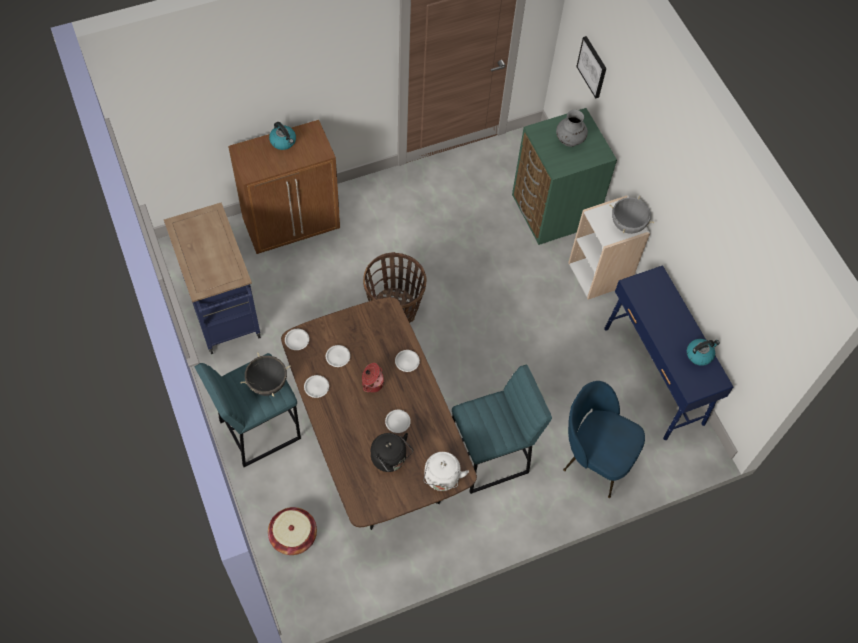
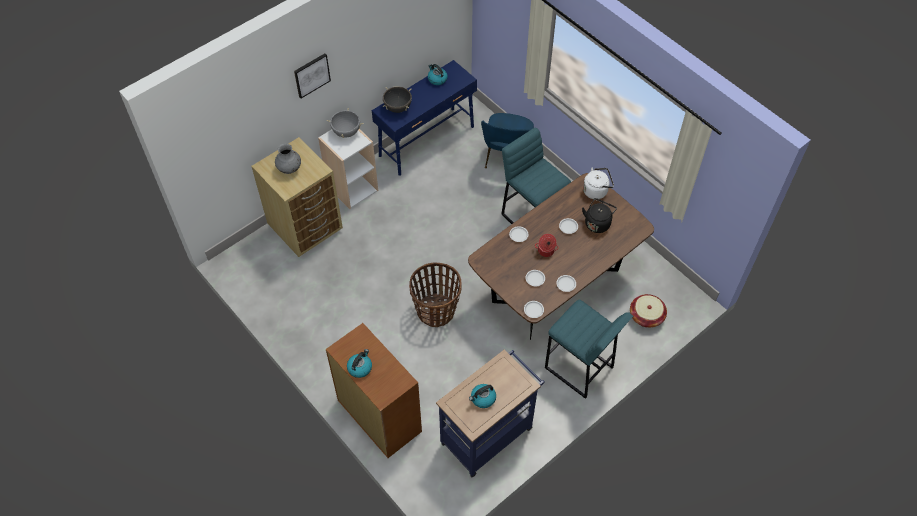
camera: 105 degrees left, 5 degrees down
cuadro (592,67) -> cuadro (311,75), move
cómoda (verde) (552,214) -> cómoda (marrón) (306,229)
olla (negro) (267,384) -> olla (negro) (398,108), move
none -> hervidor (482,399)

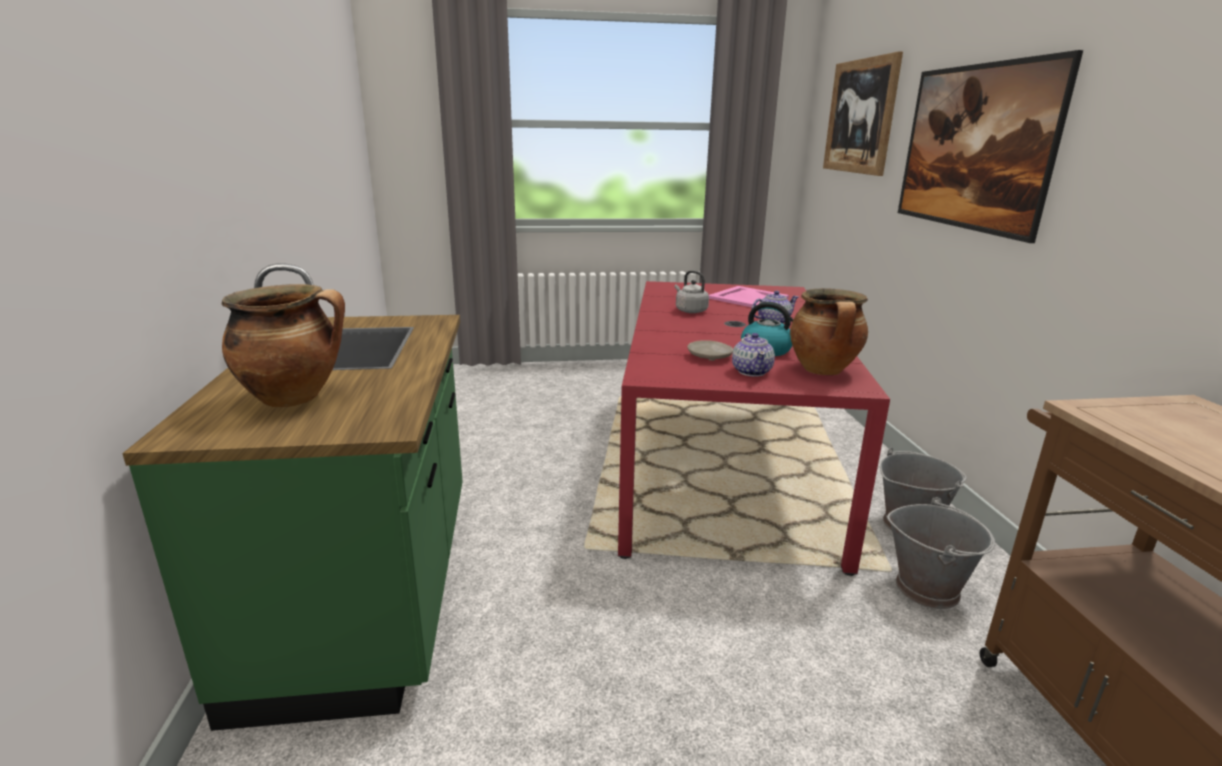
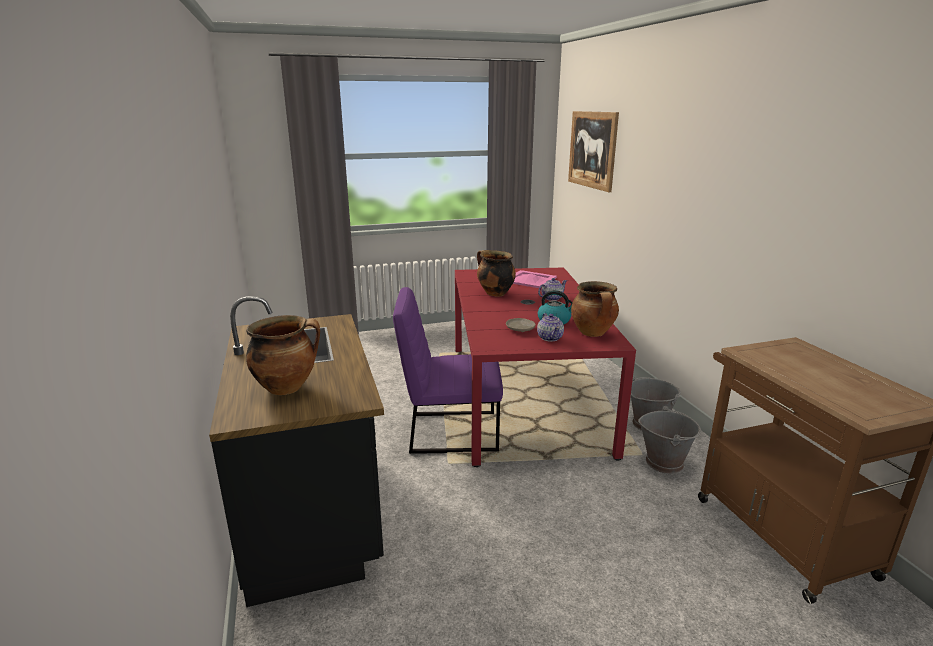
camera: 10 degrees left, 0 degrees up
cuadro (965,187) -> none
mueble bajo de cocina (verde) (371,590) -> mueble bajo de cocina (negro) (314,509)
hervidor (gris) (690,310) -> olla (494,293)
none -> silla (morado) (450,432)

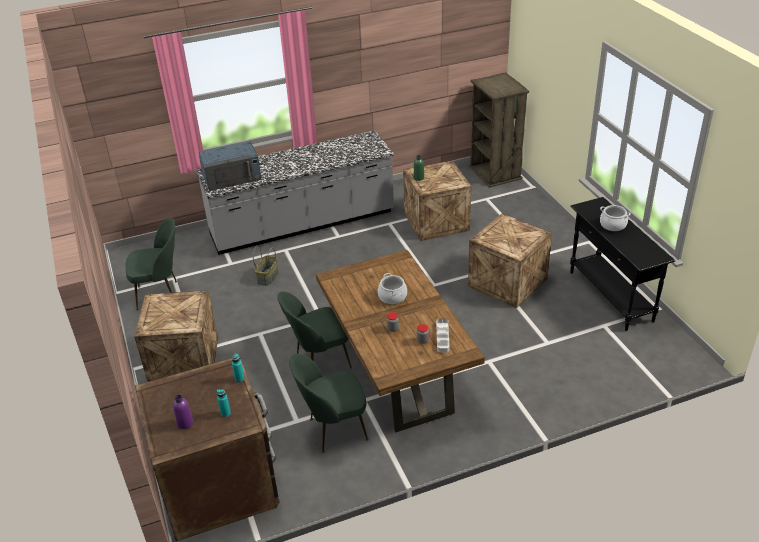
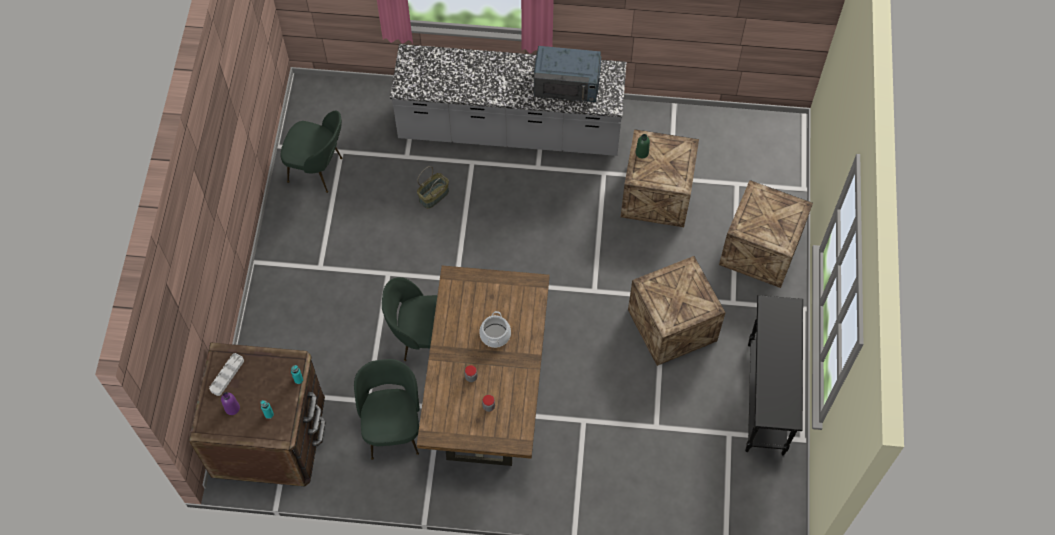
camera: 25 degrees right, 25 degrees up
estantería (marrón) (495,172) -> none
microondas (azul) (232,177) -> microondas (azul) (567,83), move
olla (613,225) -> none
caja de embalaje (185,360) -> caja de embalaje (761,251), move
bandeja (gris) (442,337) -> bandeja (gris) (227,375), move
silla (verde) (333,431) -> silla (verde) (393,429), 75 degrees clockwise

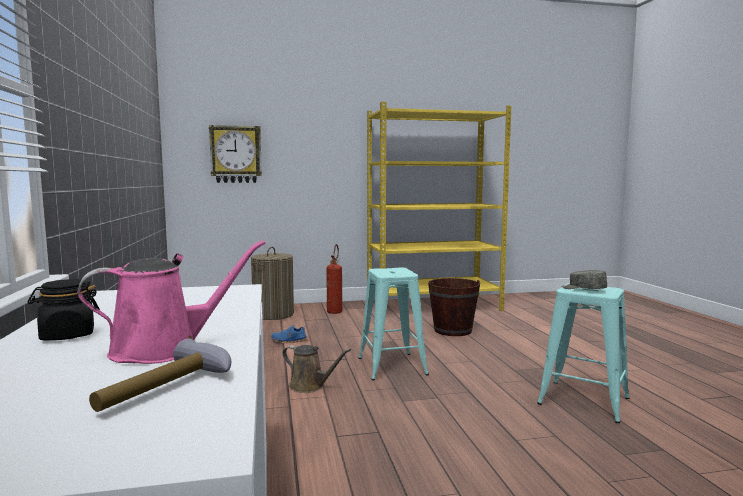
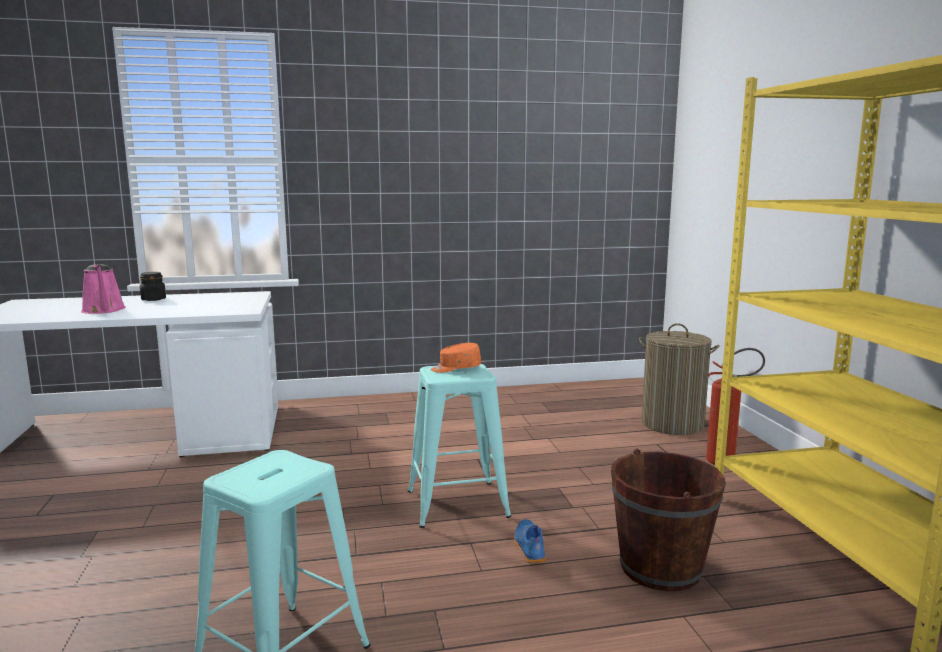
camera: 90 degrees right, 5 degrees up
reloj de pared (236,154) -> none
gorra (gris) (583,289) -> none
zapato (azul) (289,341) -> zapato (azul) (528,548), move
martillo (168,389) -> none
regadera (marrón) (310,386) -> none
none -> gorra (naranja) (456,368)

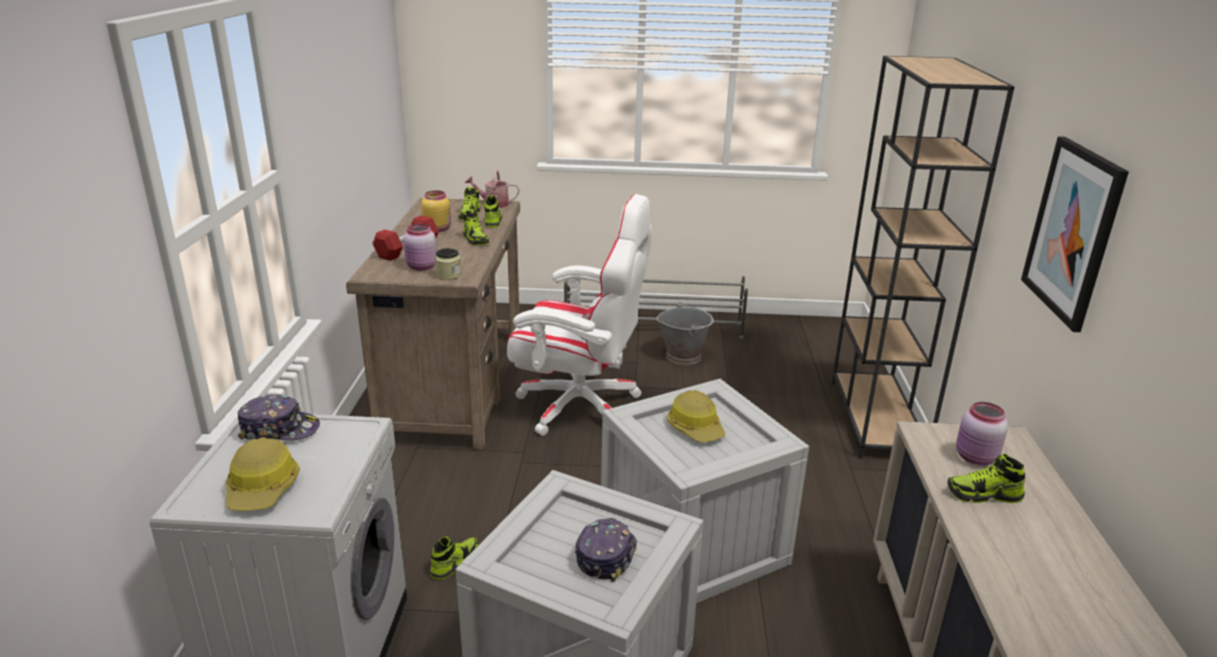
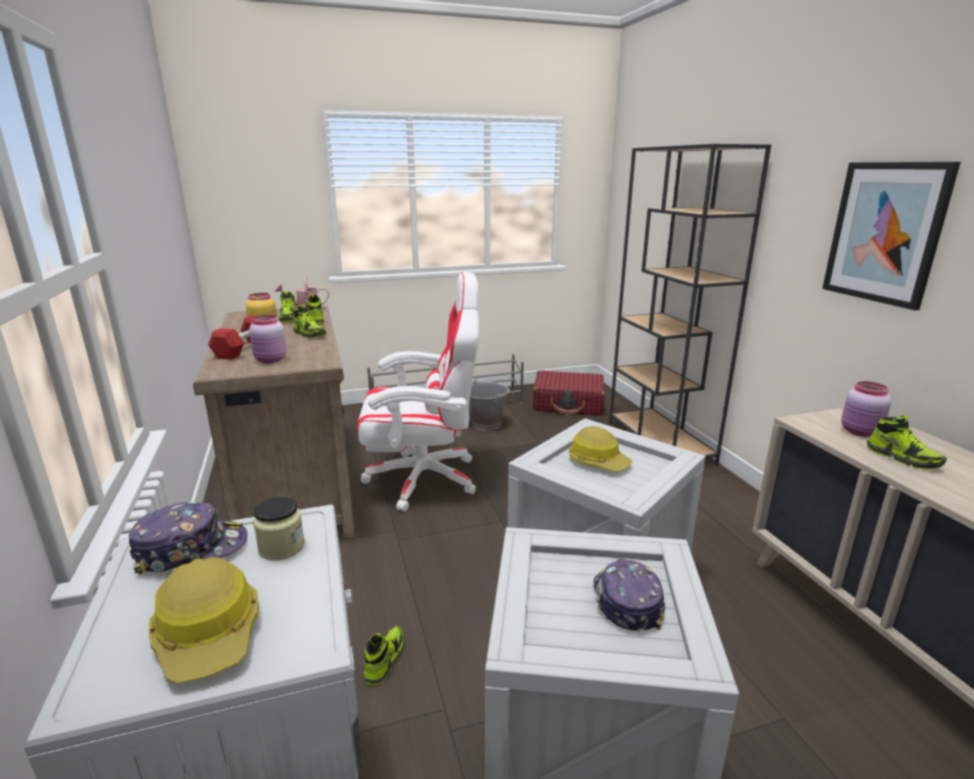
camera: 20 degrees left, 5 degrees down
tarro (448,275) -> tarro (281,547), move
zapato (983,495) -> zapato (902,458), 105 degrees counterclockwise
none -> maleta (rojo) (568,404)

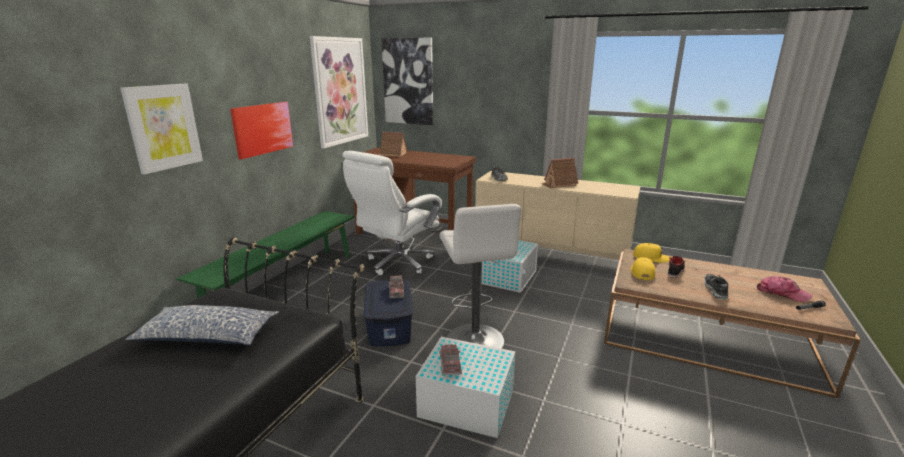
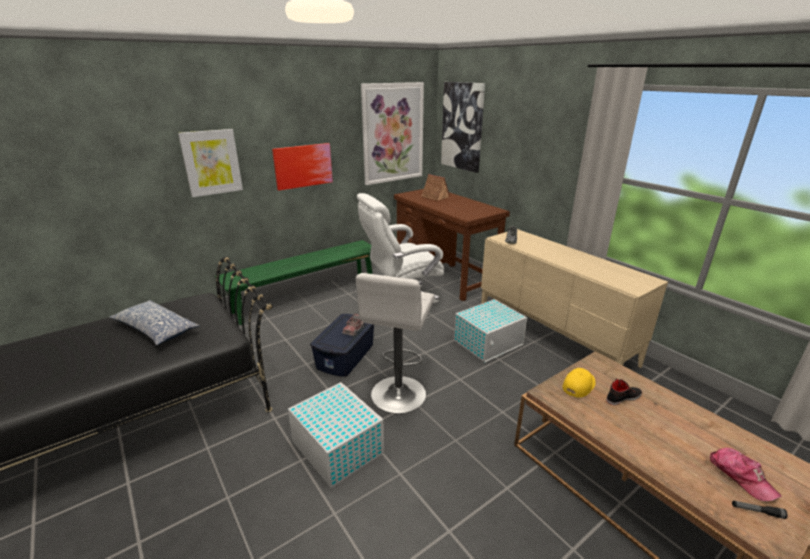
camera: 30 degrees right, 5 degrees up
casita (559,184) -> none
gorra (amarillo) (651,257) -> none
zapato (715,290) -> none
camión de juguete (450,365) -> none

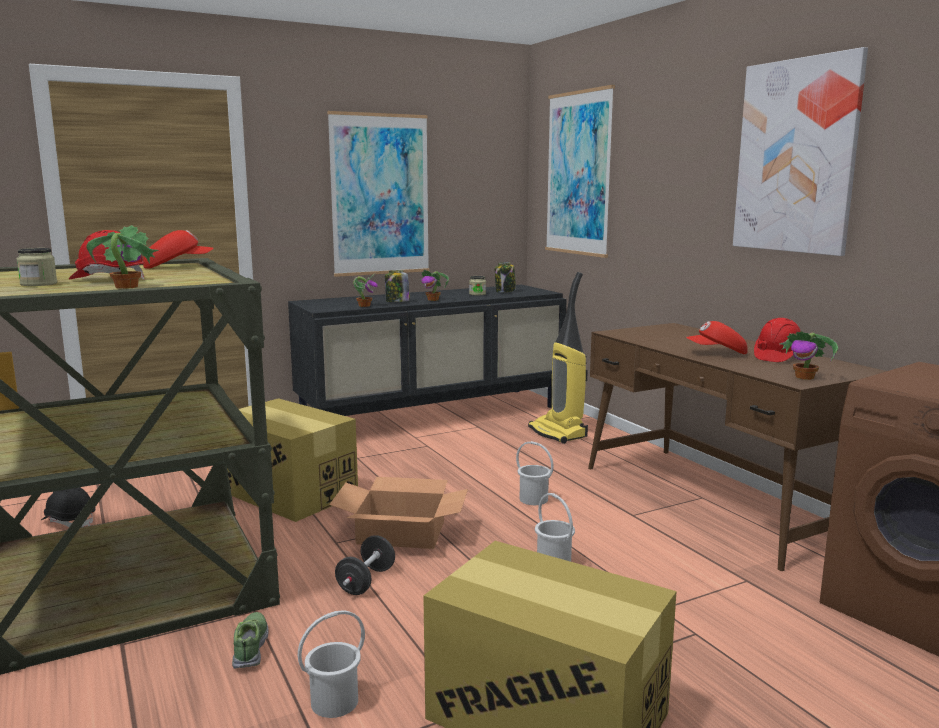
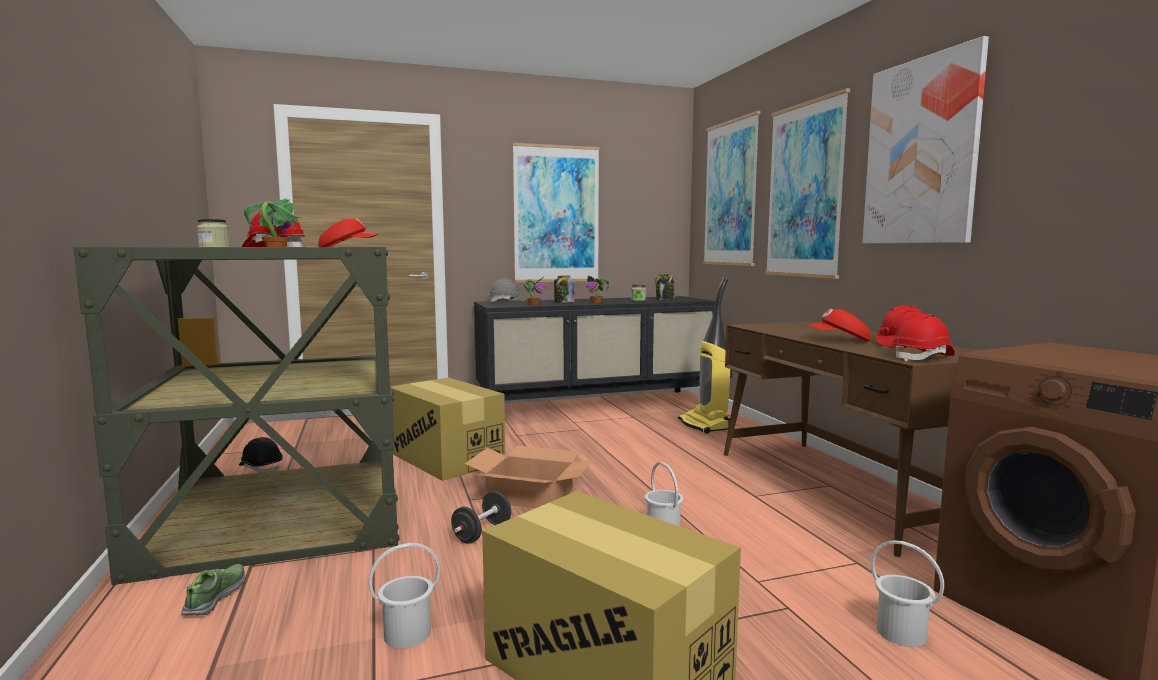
camera: 10 degrees right, 5 degrees down
planta en maceta (805,377) -> casco (rojo) (922,357)
cubo (blanco) (533,499) -> cubo (blanco) (901,632), move
zapato (251,647) -> zapato (216,597), move
none -> cuadro (805,190)
none -> casco (gris) (506,302)

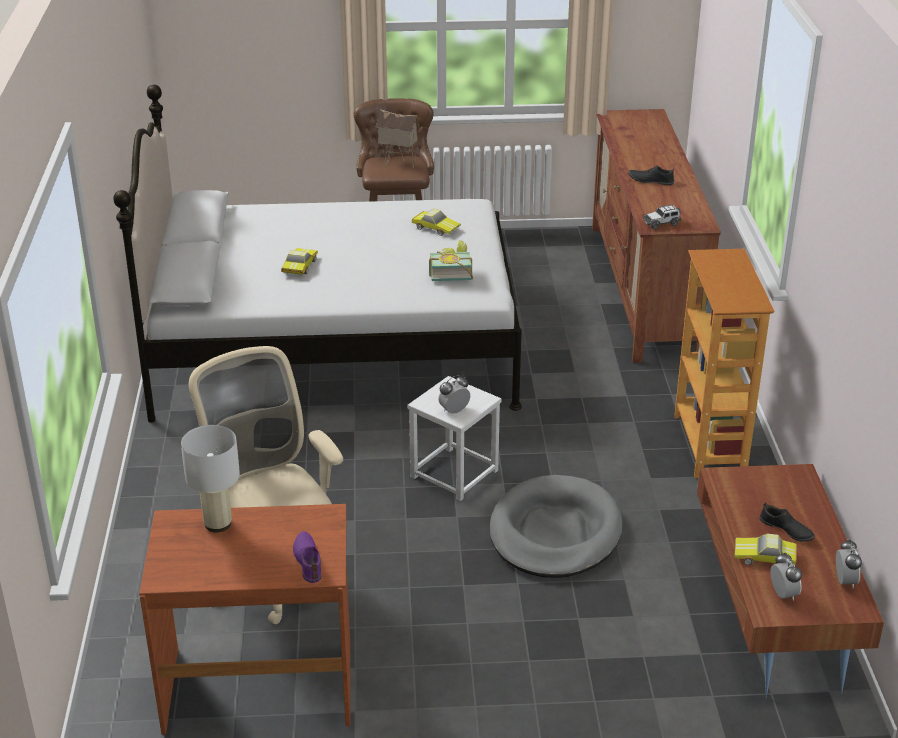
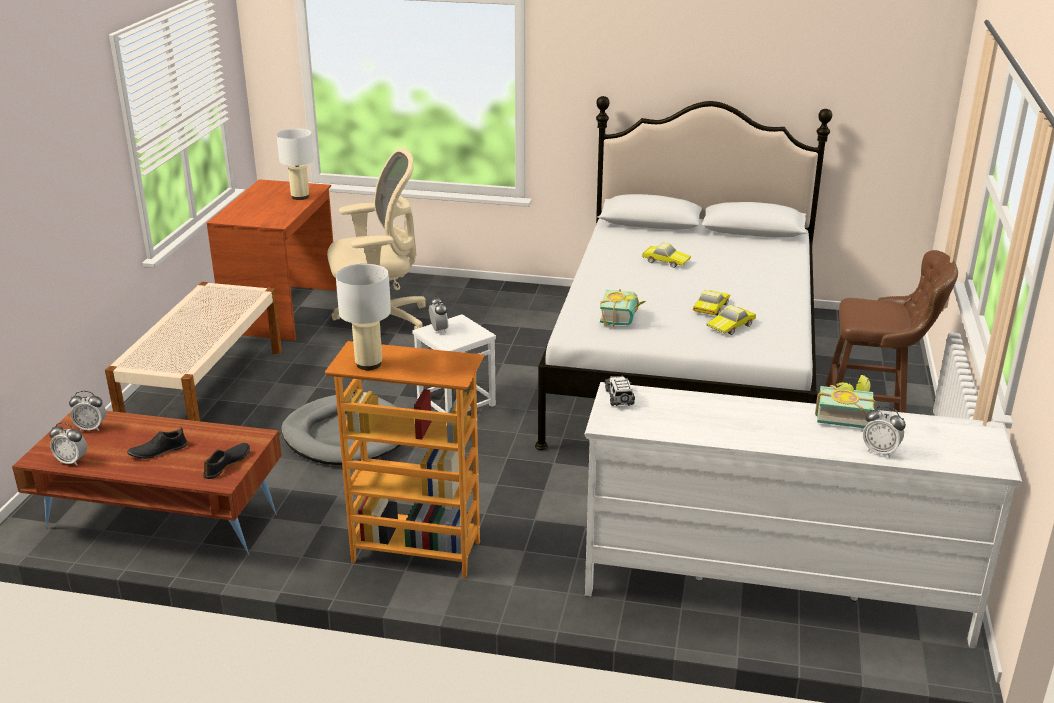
camera: 105 degrees right, 5 degrees down
casita (398,163) -> none
cómoda (marrón) (643,290) -> cómoda (blanco) (775,589)
zapato (negro) (650,180) -> zapato (negro) (227,464), move
zapato (morado) (308,560) -> none
coche de juguete (765,558) -> coche de juguete (710,307), move
none -> lámpara de mesa (blanco) (369,364)
none -> banco (beis) (204,392)
none -> libro (843,415)
none -> despertador (880,451)

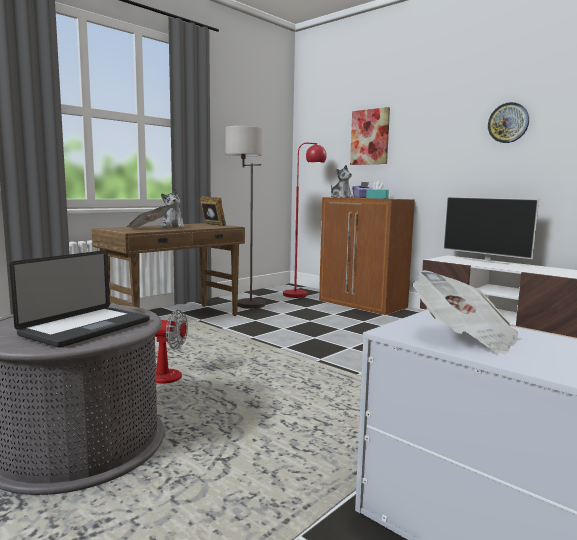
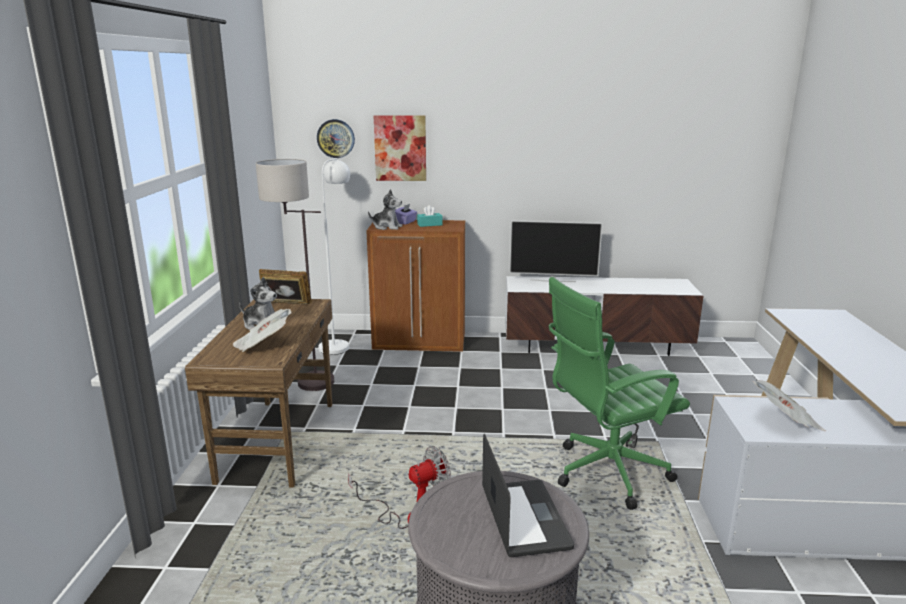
camera: 40 degrees left, 10 degrees up
reloj de pared (508,123) -> reloj de pared (336,138), move
lámpara de pie (rojo) (301,294) -> lámpara de pie (blanco) (338,345)
none -> silla de oficina (verde) (605,474)

